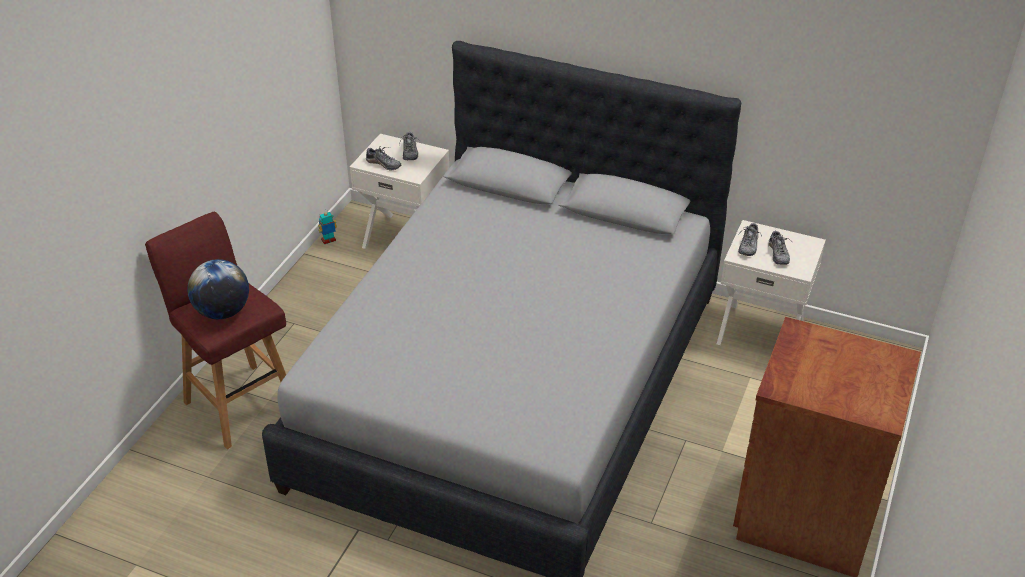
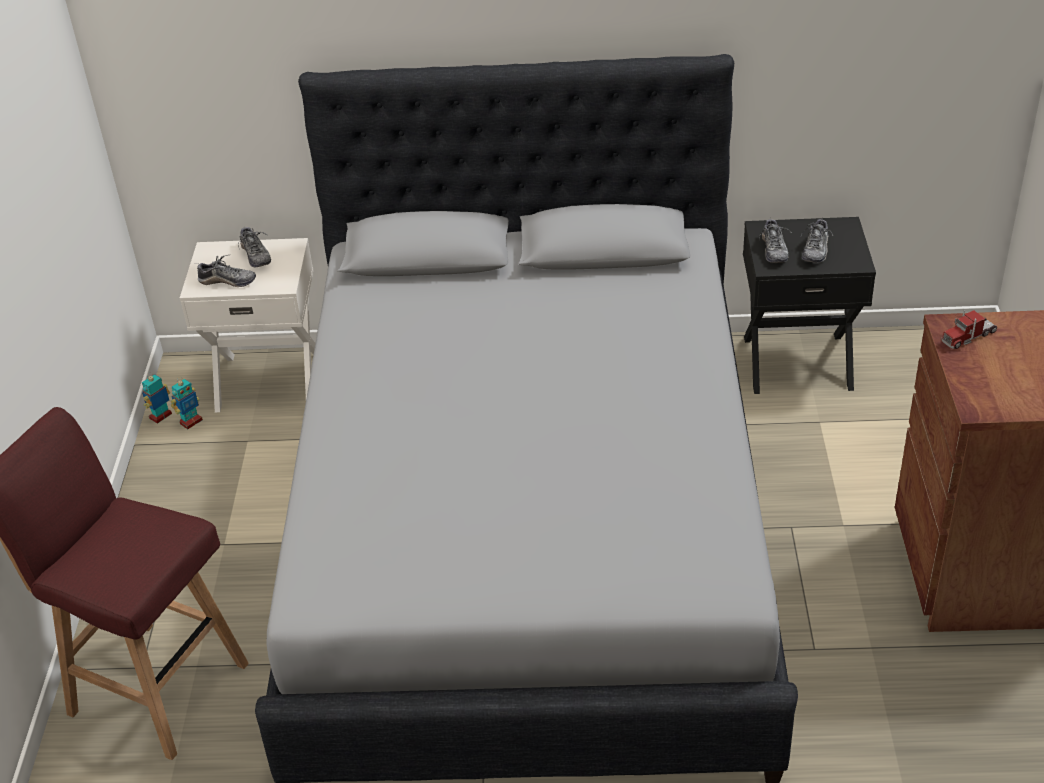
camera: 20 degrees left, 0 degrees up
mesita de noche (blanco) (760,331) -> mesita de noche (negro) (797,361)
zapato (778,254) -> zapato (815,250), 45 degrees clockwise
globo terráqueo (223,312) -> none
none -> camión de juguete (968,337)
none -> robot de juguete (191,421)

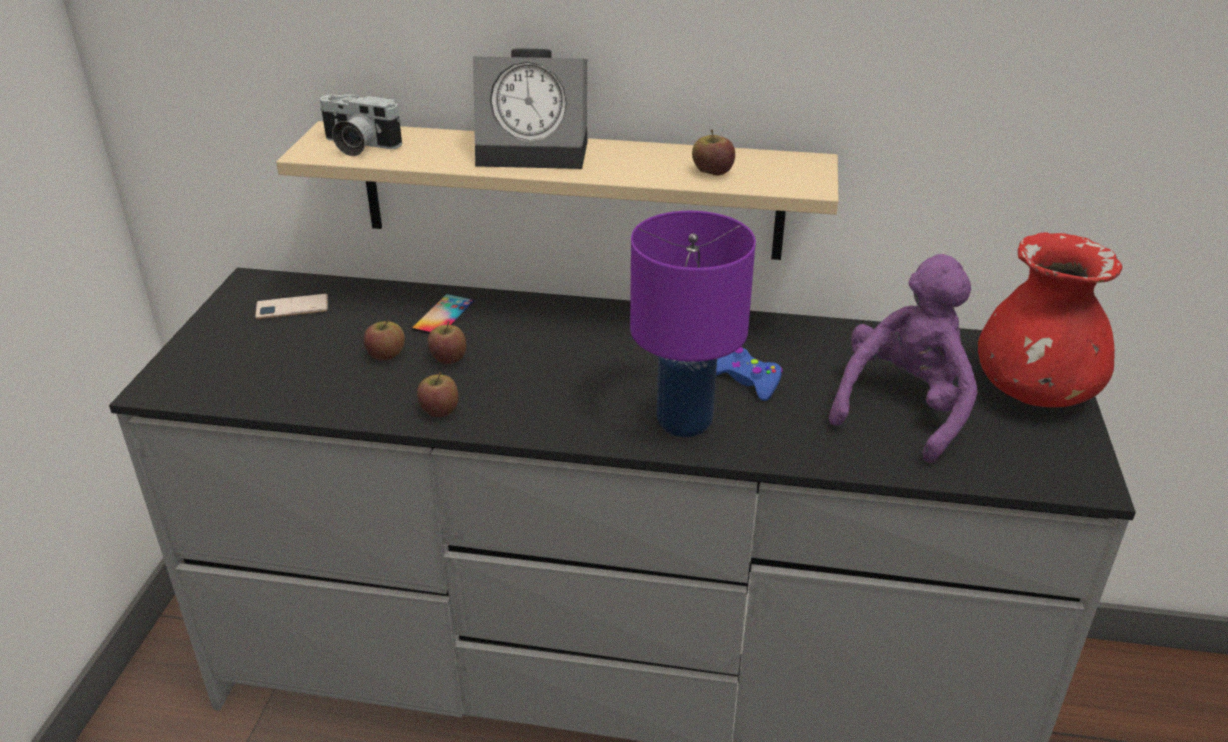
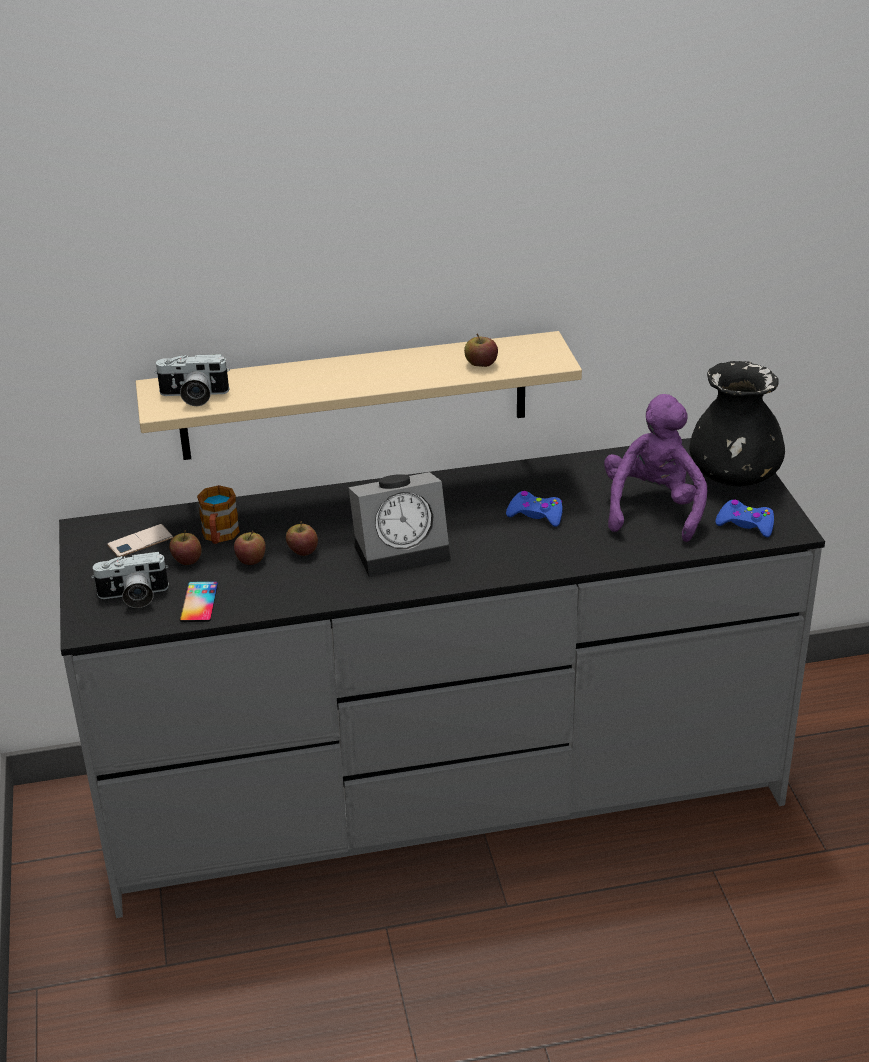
camera: 20 degrees left, 0 degrees up
despertador (537,151) -> despertador (403,550), move
lámpara de mesa (morado) (683,421) -> none
florero (rojo) (1034,393) -> florero (negro) (734,478)
móvil (443,315) -> móvil (199,602), move
manzana (439,410) -> manzana (187,560), move
none -> taza grande (219,536)
none -> mando de consola (azul) (745,524)
none -> cámara (133,596)

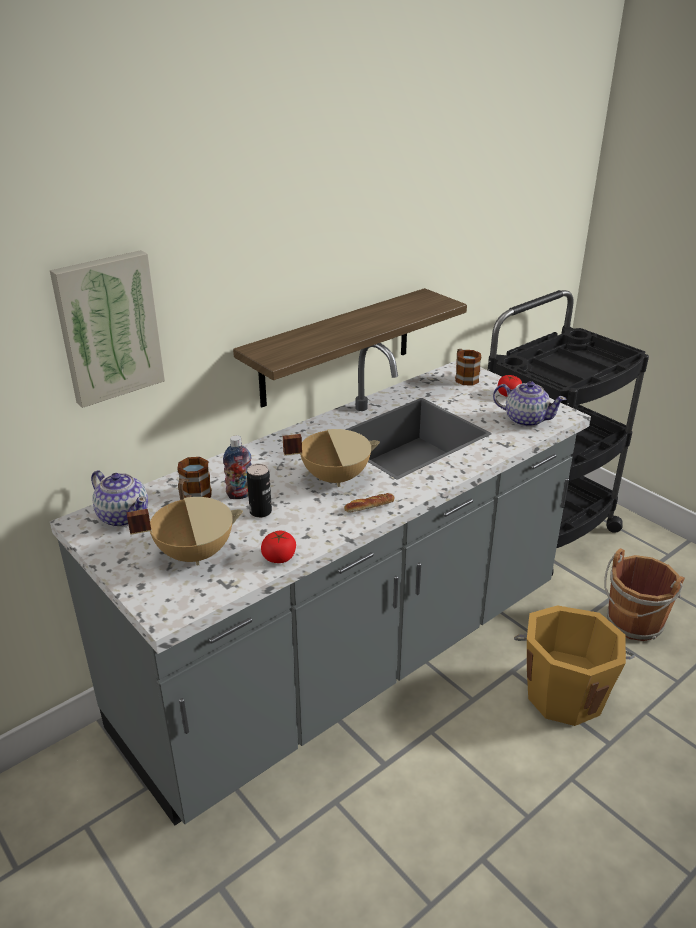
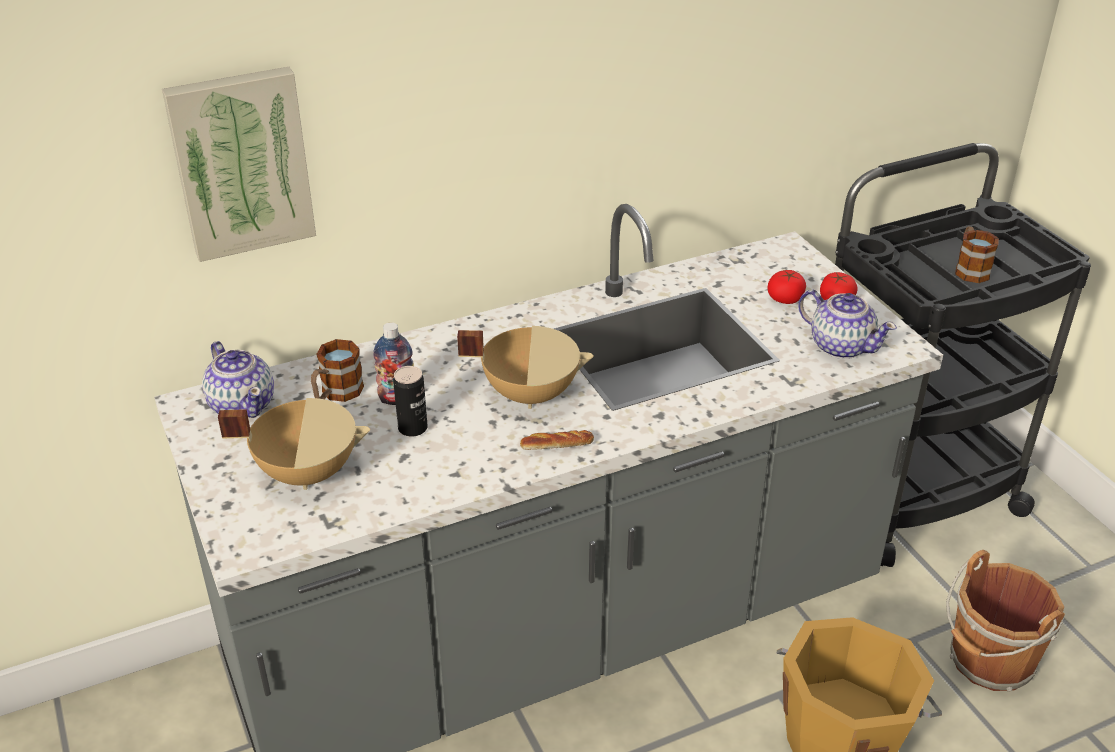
camera: 15 degrees right, 5 degrees up
estante (336,347) -> none
taza grande (464,377) -> taza grande (969,269), move
tomate (279,557) -> tomate (785,298), move

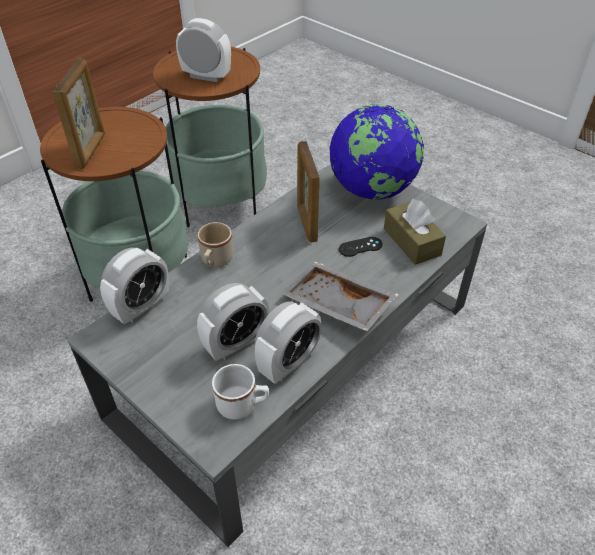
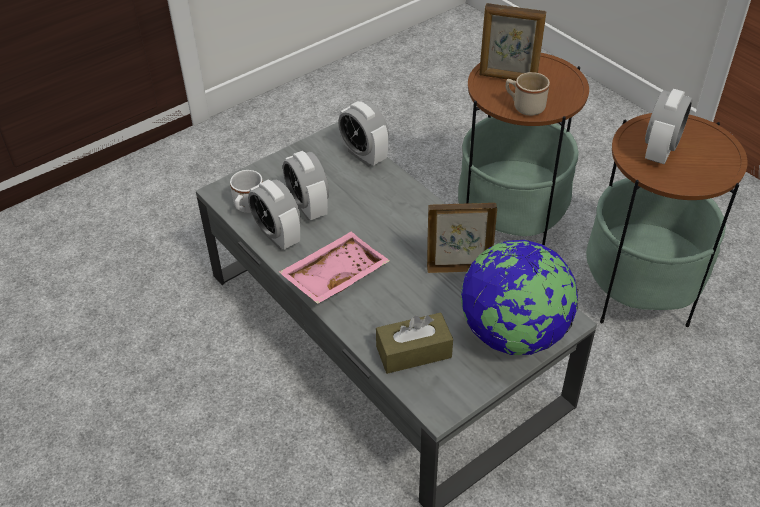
camera: 100 degrees right, 0 degrees up
taza grande (beis) (215,261) -> taza grande (beis) (524,106), move
mando de consola (negro) (360,247) -> none
bandeja (gris) (337,305) -> bandeja (rosa) (334,275)

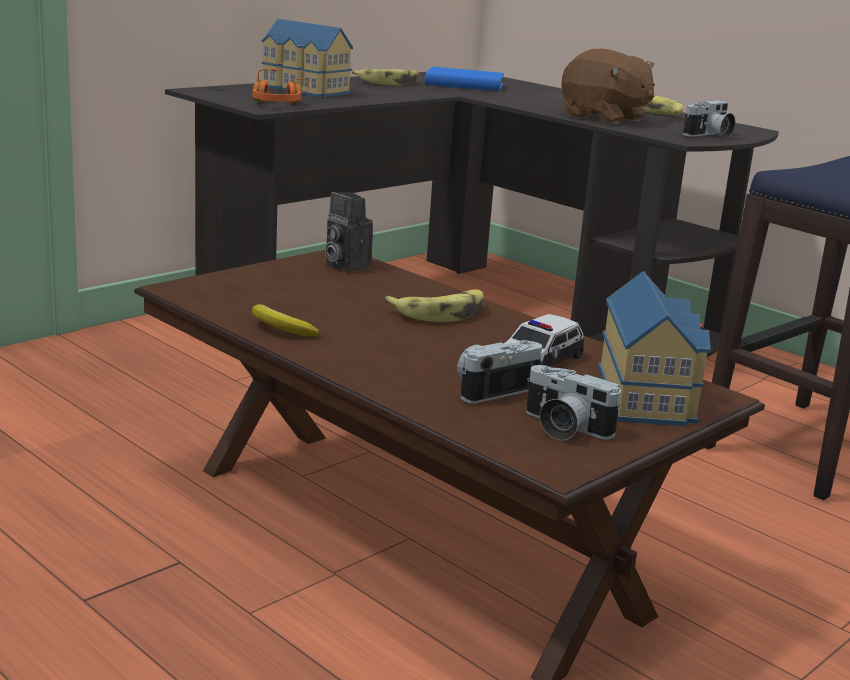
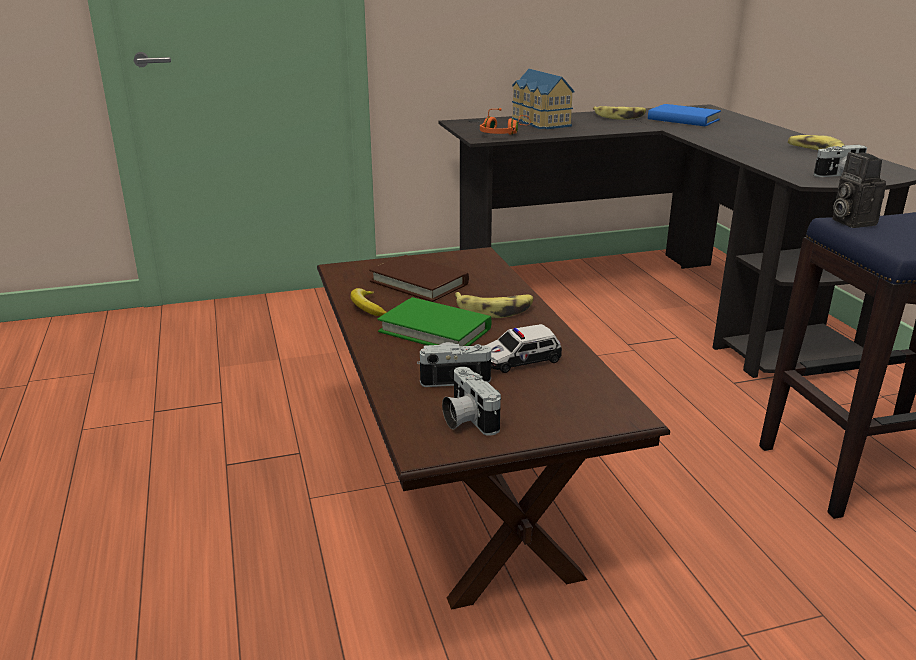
camera: 30 degrees right, 5 degrees up
peluche (marrón) (604,118) -> none
cámara (344,265) -> cámara (850,221), move
casita (648,395) -> none
none -> libro (marrón) (419,283)
none -> libro (verde) (435,330)

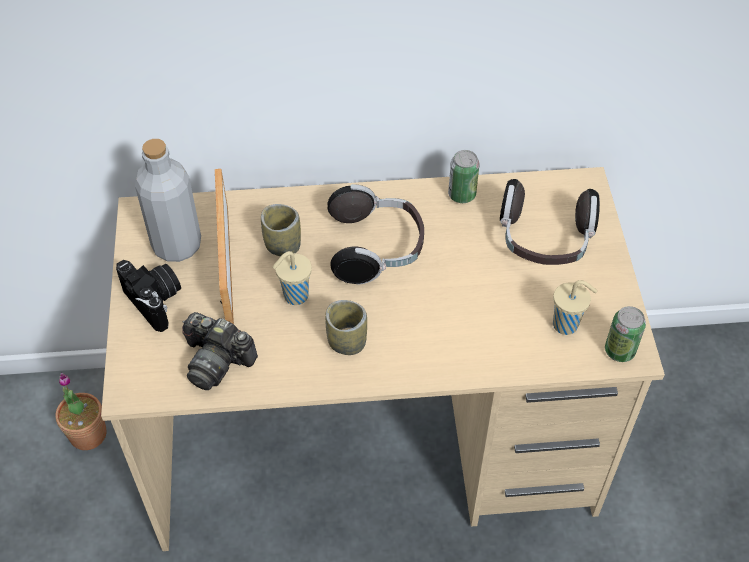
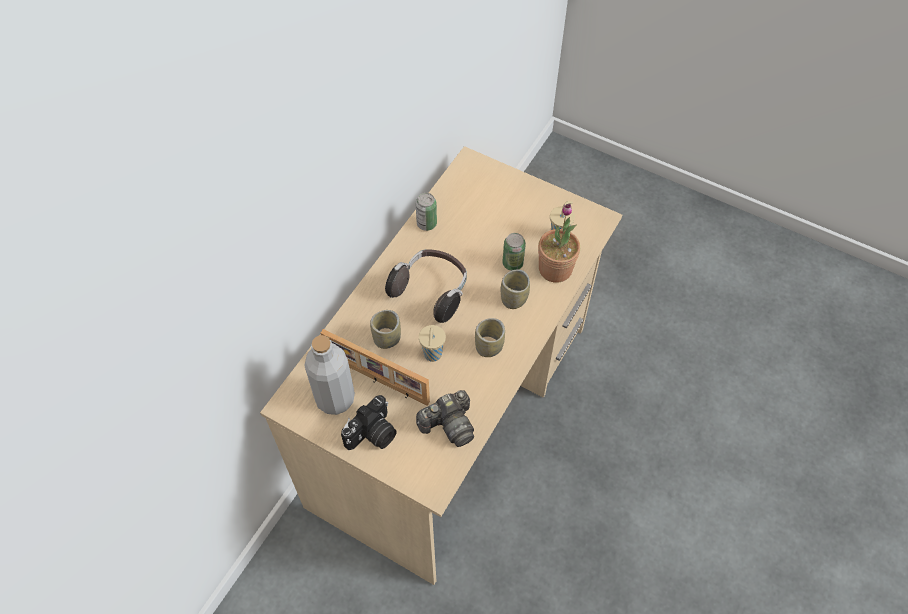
camera: 55 degrees left, 5 degrees up
auriculares (544,241) -> none
cámara (156,301) -> cámara (373,435), 135 degrees clockwise
lata (619,351) -> lata (512,263), move
planta en maceta (88,434) -> planta en maceta (555,269), move
none -> taza (514,299)

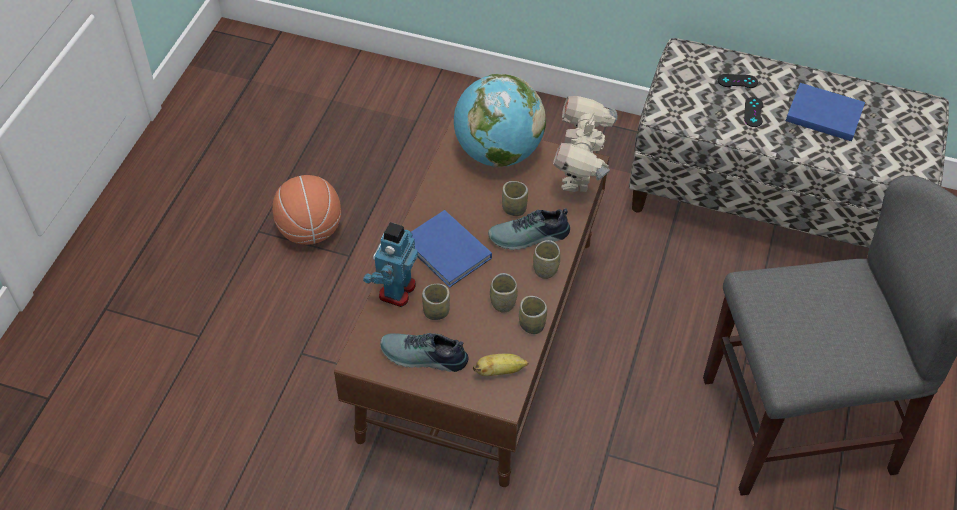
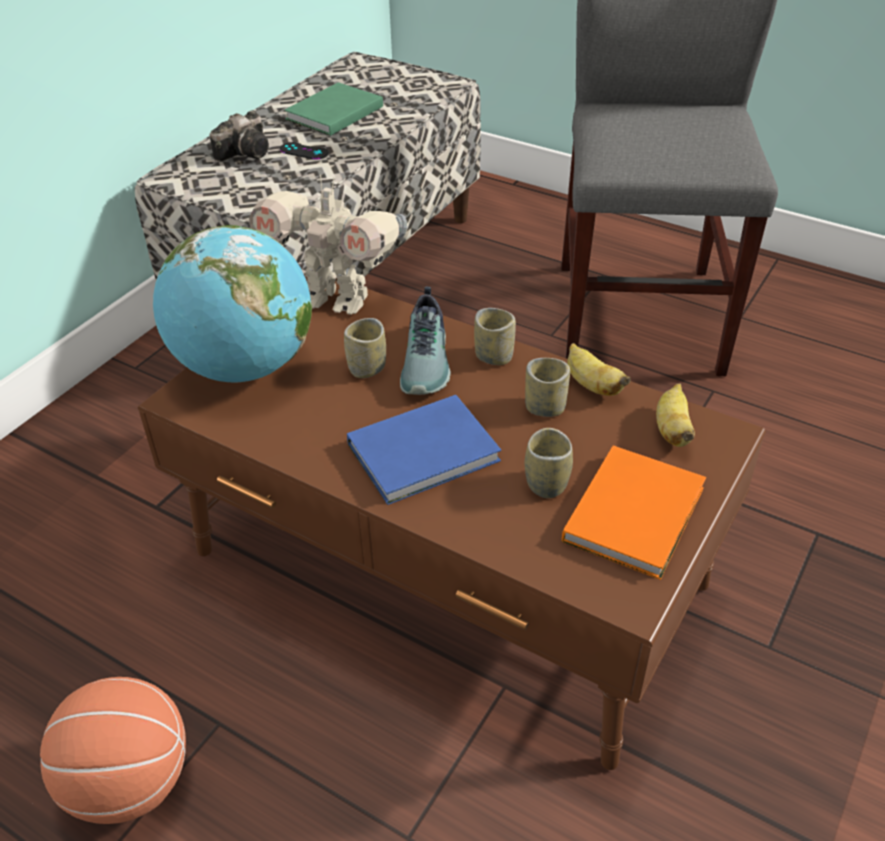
camera: 75 degrees left, 10 degrees down
mando de consola (negro) (737,81) -> cámara (247,152)
libro (azul) (822,113) -> libro (verde) (332,113)
robot de juguete (396,290) -> none
taza (532,325) -> plátano (591,385)
zapato (423,357) -> libro (naranja) (637,512)

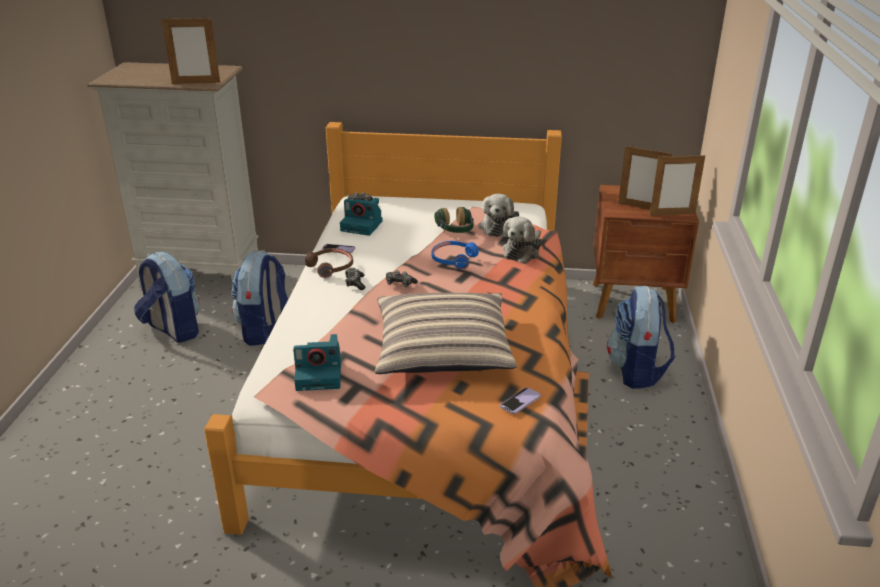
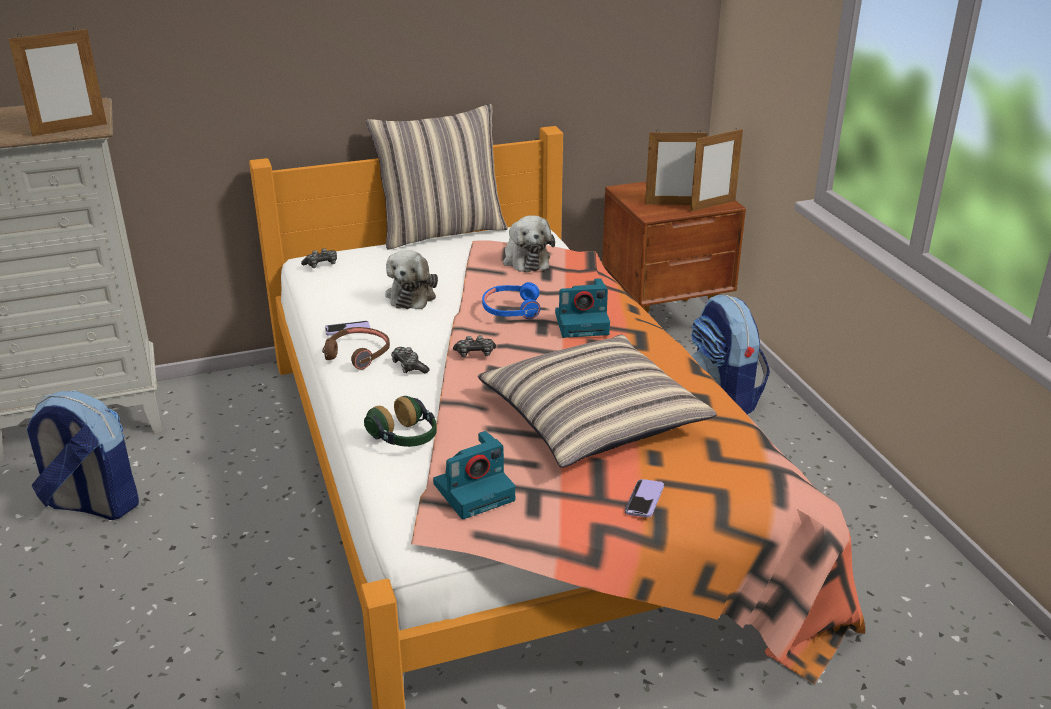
camera: 25 degrees left, 0 degrees up
cámara (362,226) -> cámara (583,323), move
auriculares (455,230) -> auriculares (405,438), move
peluche (523,251) -> peluche (412,295), move
mochila (265,330) -> none
móvil (520,402) -> móvil (644,500), move
none -> cojín (442,231)

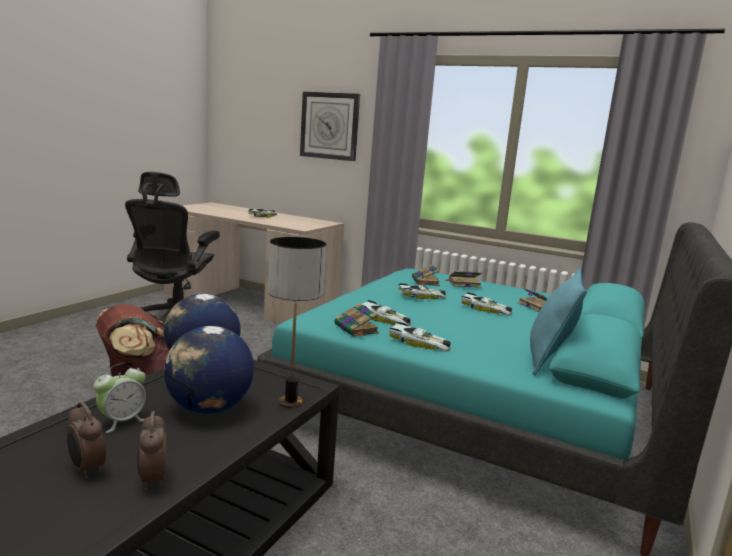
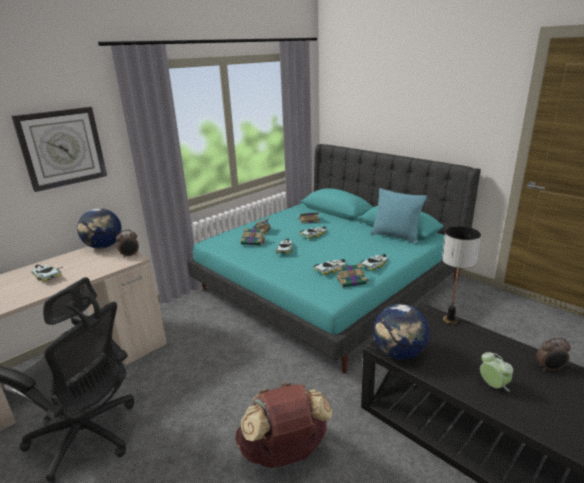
camera: 70 degrees left, 10 degrees up
globo terráqueo (209,408) -> globo terráqueo (104,246), move
despertador (86,469) -> despertador (130,256), move

